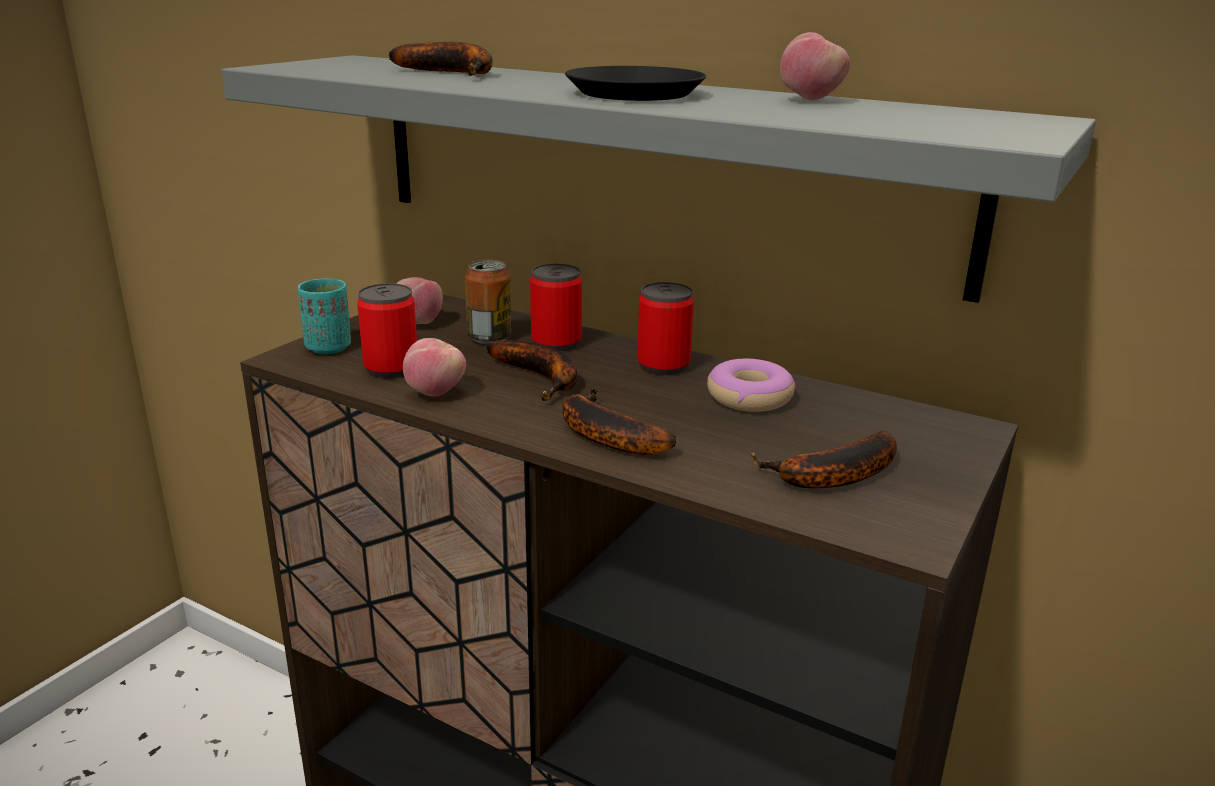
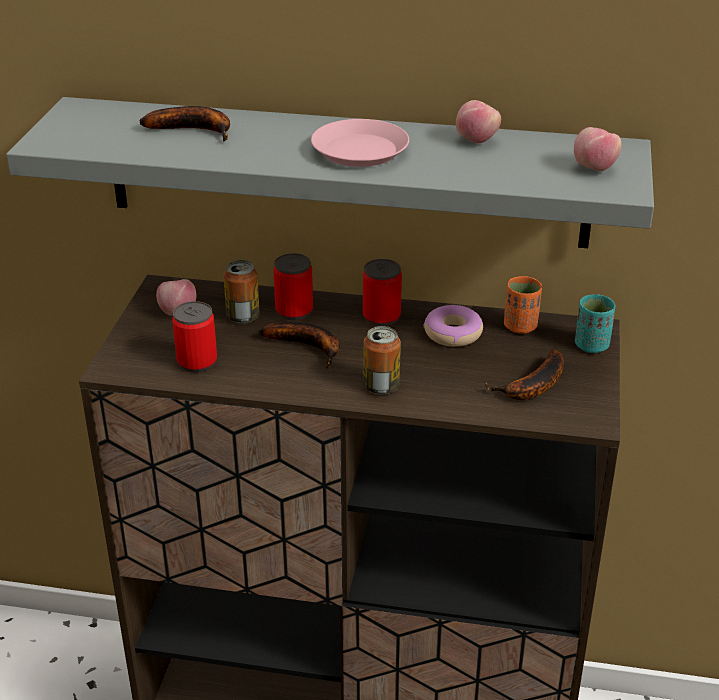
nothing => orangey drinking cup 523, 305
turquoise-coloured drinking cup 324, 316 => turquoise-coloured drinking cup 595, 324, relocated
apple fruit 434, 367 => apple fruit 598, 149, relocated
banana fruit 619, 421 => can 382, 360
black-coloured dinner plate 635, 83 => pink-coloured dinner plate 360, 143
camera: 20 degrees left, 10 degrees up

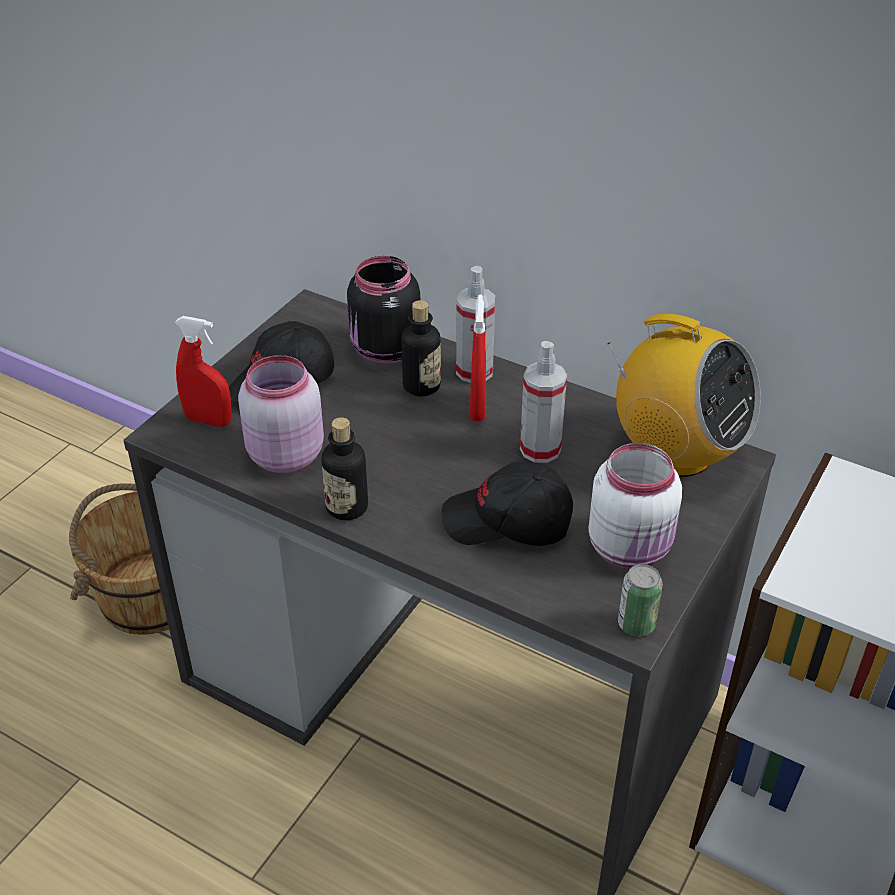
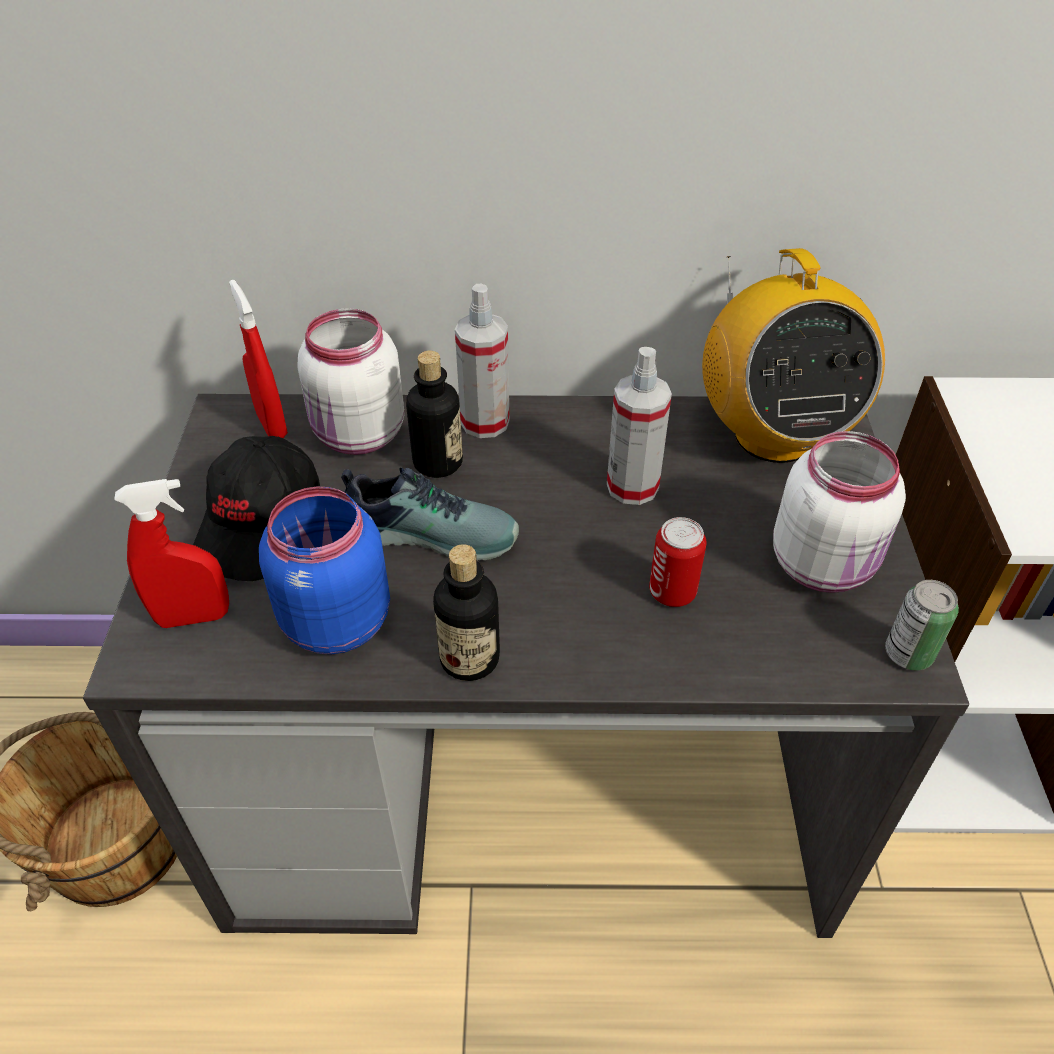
nothing => item of footwear 430, 514
reddish sprayer 478, 357 => reddish sprayer 258, 359, relocated
black-coloured baseball cap 507, 504 => can 678, 562
pink-coloured preserve jar 281, 414 => blue-coloured preserve jar 324, 570
black-coloured preserve jar 383, 310 => white-coloured preserve jar 350, 381
radio 684, 395 => radio 793, 355, 75 degrees clockwise
camera: 30 degrees left, 5 degrees up

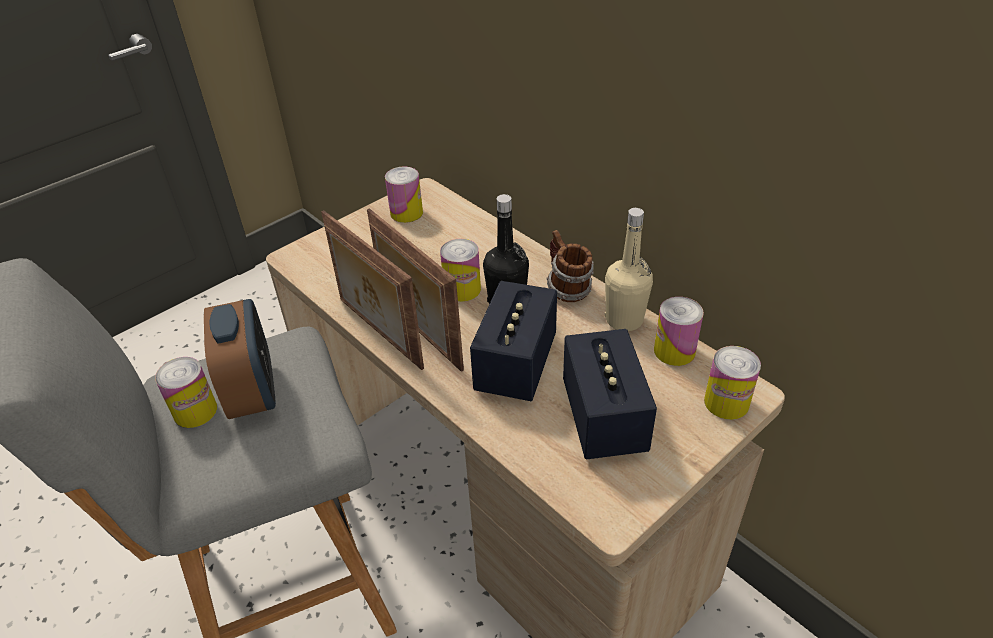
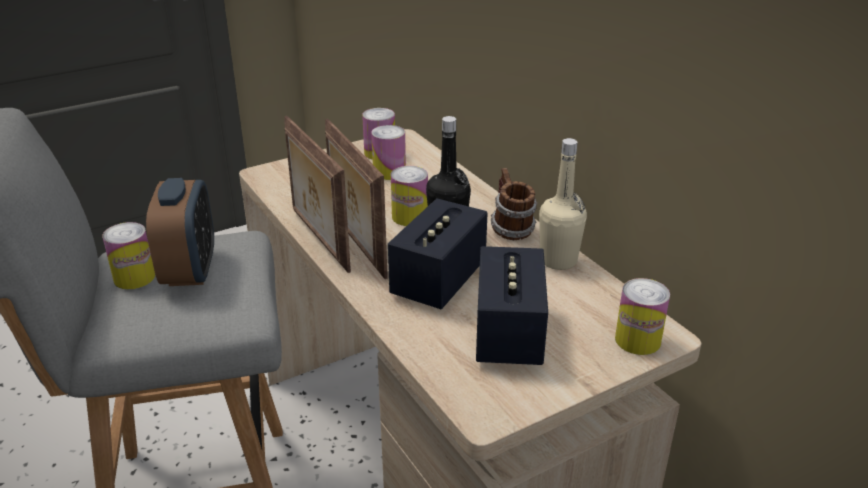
can 679, 331 => can 388, 152, relocated
camera: 10 degrees right, 10 degrees down

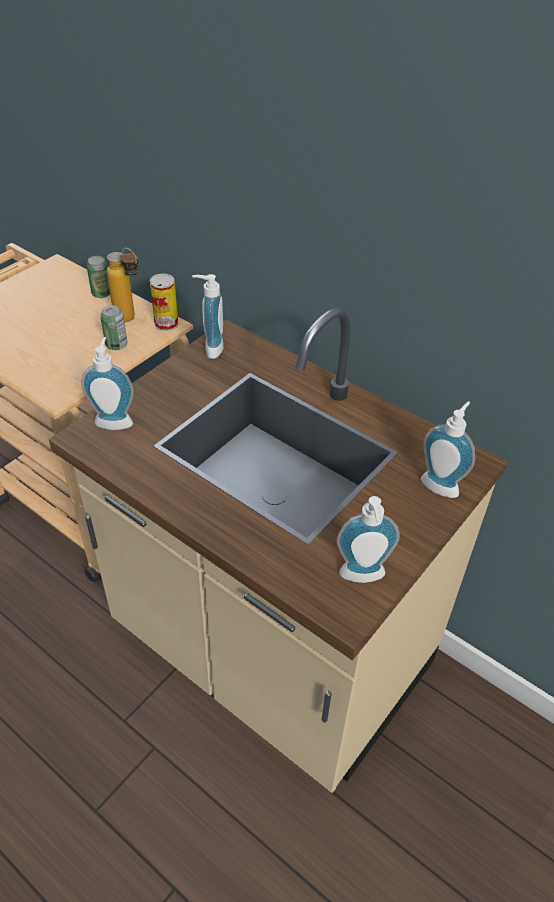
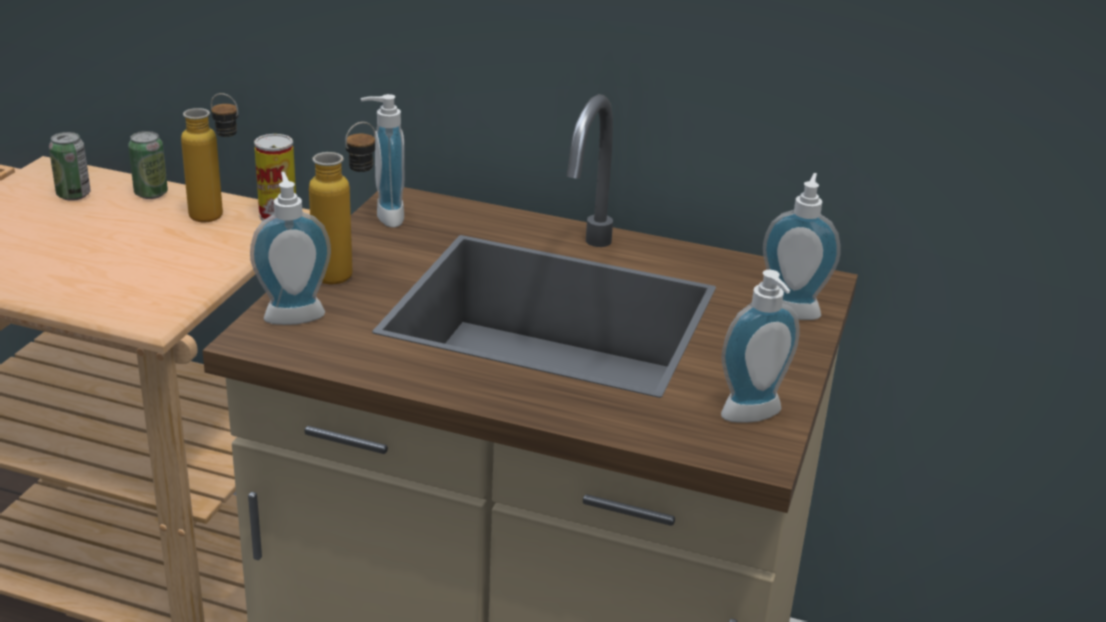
nothing => beverage bottle 342, 203
can 113, 327 => can 70, 166, relocated
camera: 20 degrees left, 15 degrees down

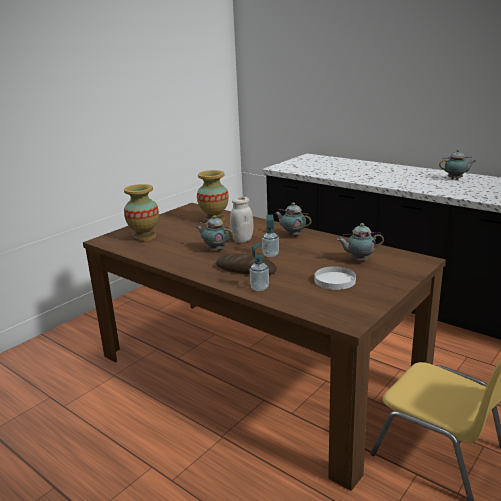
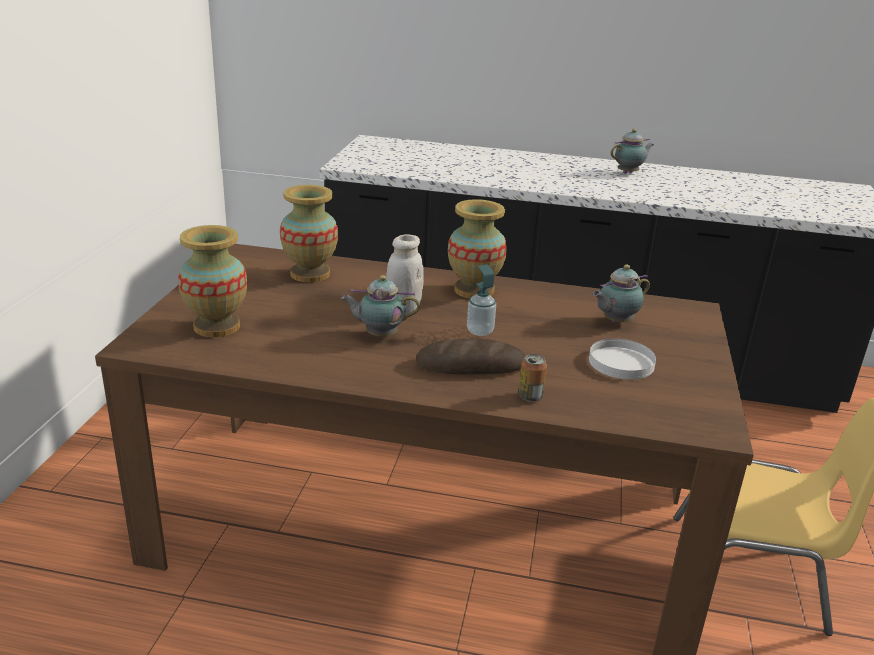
liquid soap bottle 259, 266 => can 532, 378
pot for tea 293, 220 => decorative vase 477, 248
camera: 30 degrees left, 5 degrees up

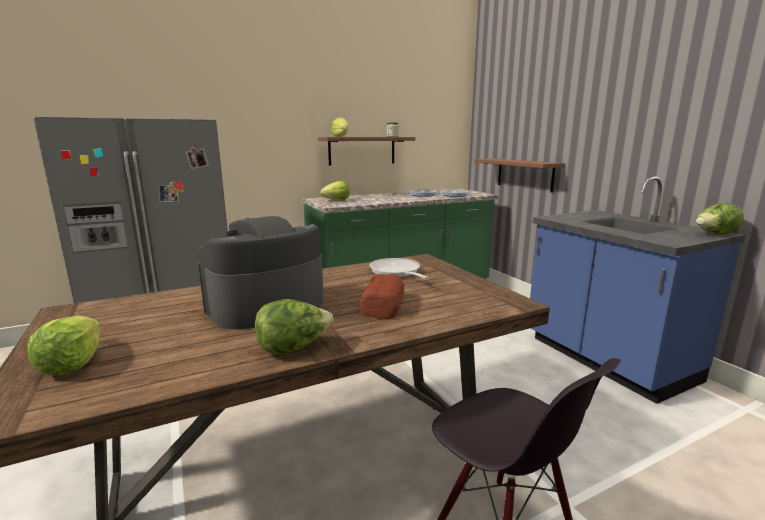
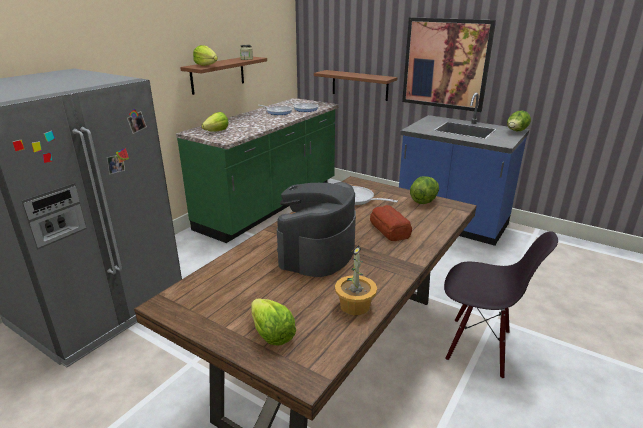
nothing => potted plant 356, 280
nothing => wall picture 449, 64
lettuce head 294, 327 => lettuce head 424, 190, relocated
camera: 30 degrees left, 10 degrees up

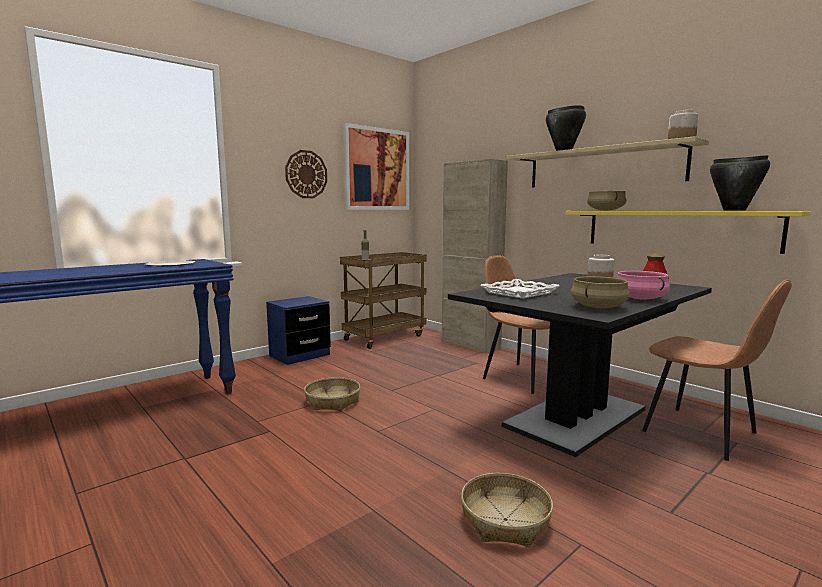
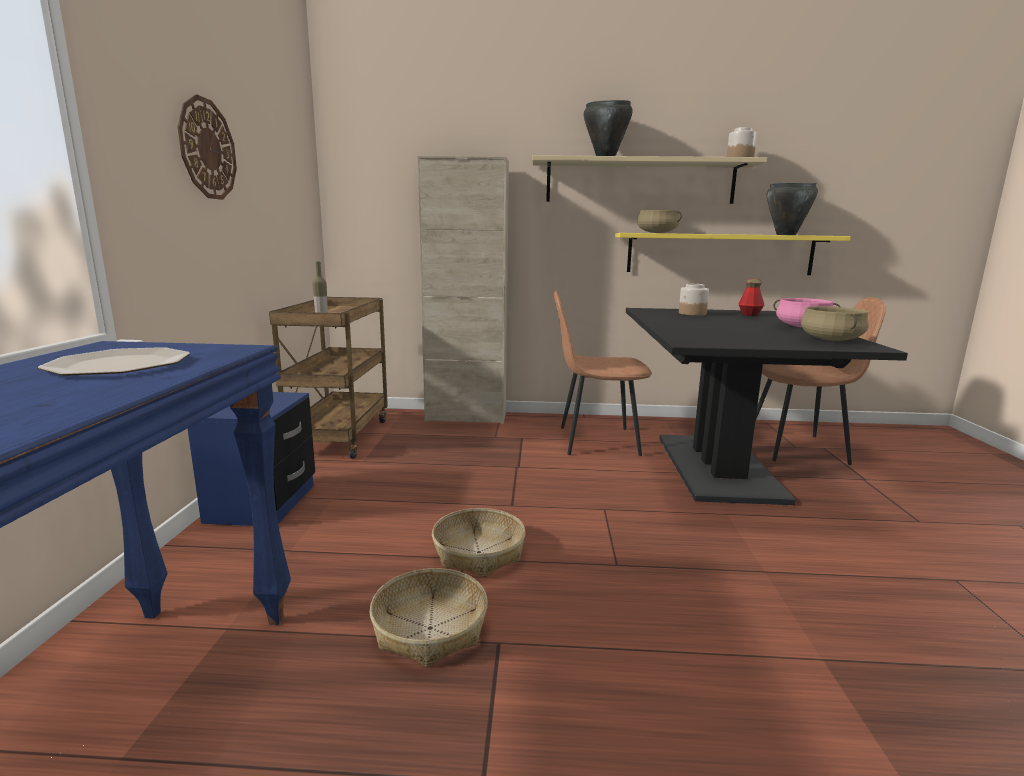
wall picture 376, 166 => nothing
white-coloured carrying tray 520, 289 => nothing
household basket 507, 510 => household basket 429, 617, relocated
camera: 45 degrees left, 5 degrees up

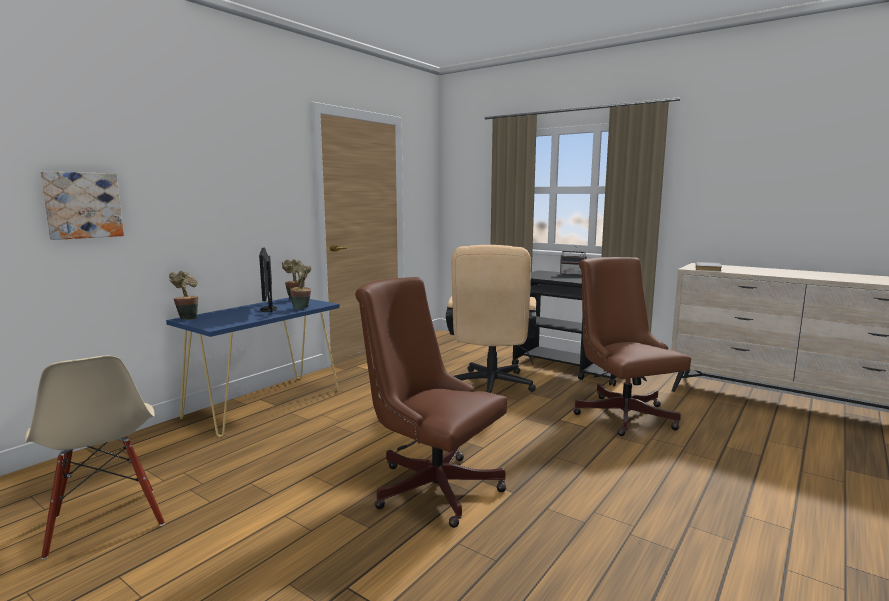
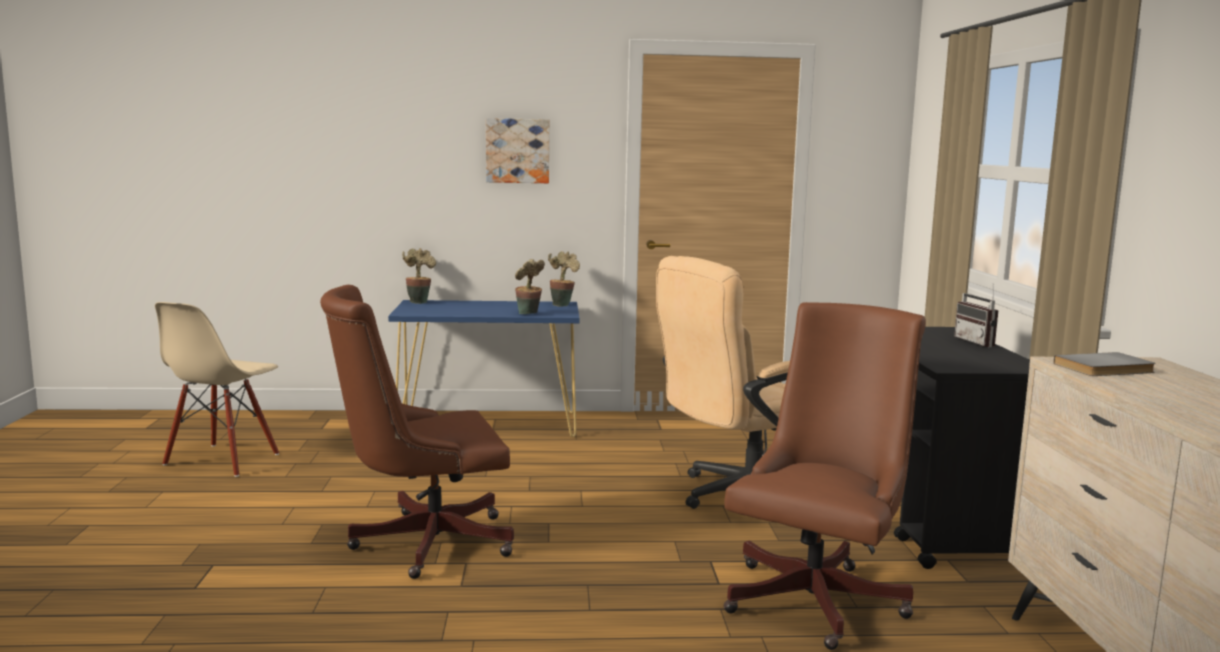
computer display 268, 280 => nothing
wall picture 82, 205 => wall picture 517, 150, relocated
brown-coloured office chair 431, 402 => brown-coloured office chair 417, 432, 105 degrees counterclockwise
camera: 50 degrees right, 0 degrees up

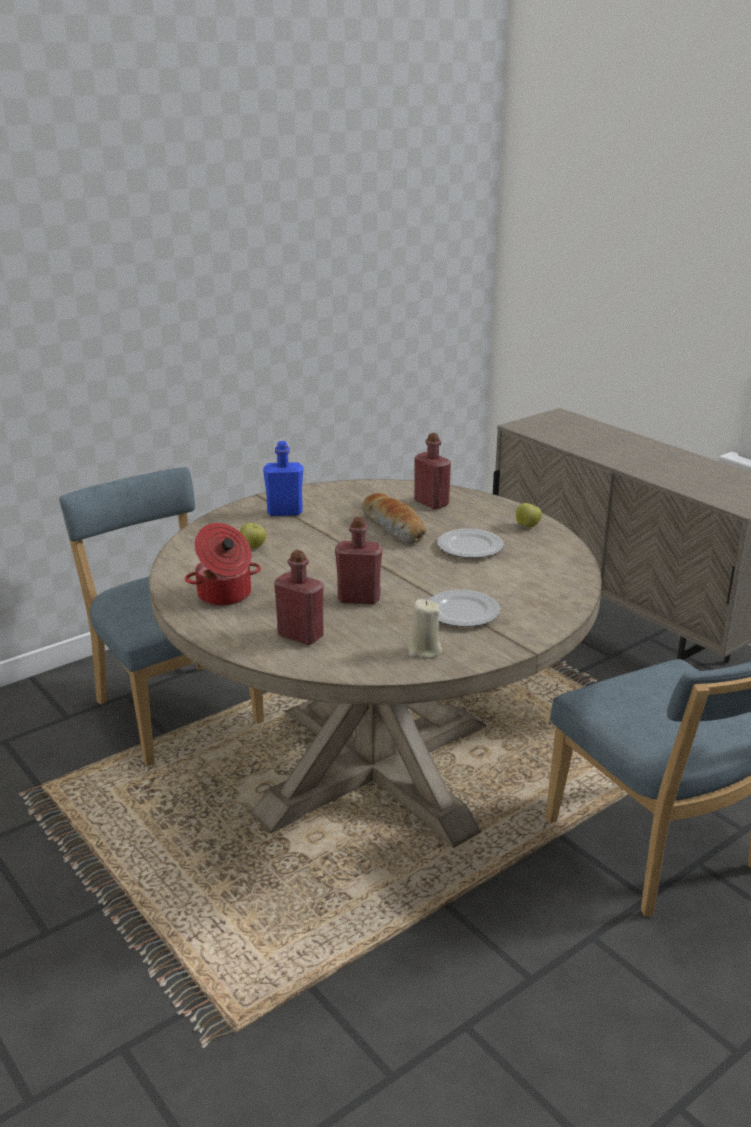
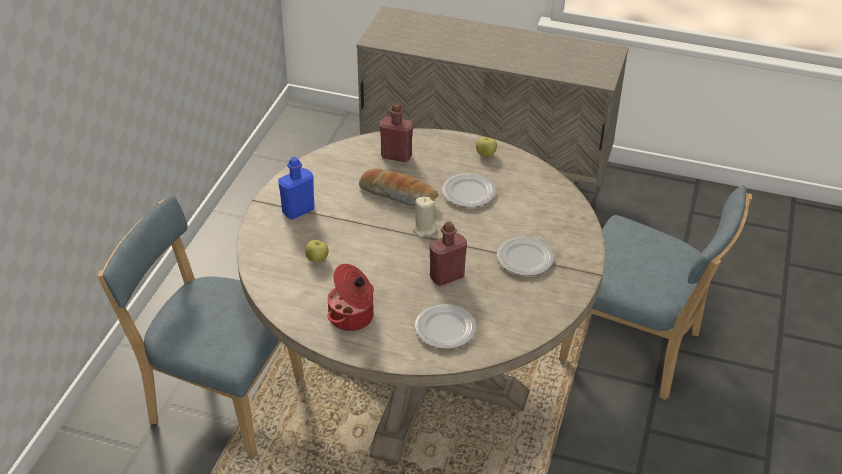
sand-coloured wax light 425, 629 => sand-coloured wax light 425, 217, relocated
reddish beverage bottle 299, 597 => dinner plate 445, 326
camera: 35 degrees left, 15 degrees up

